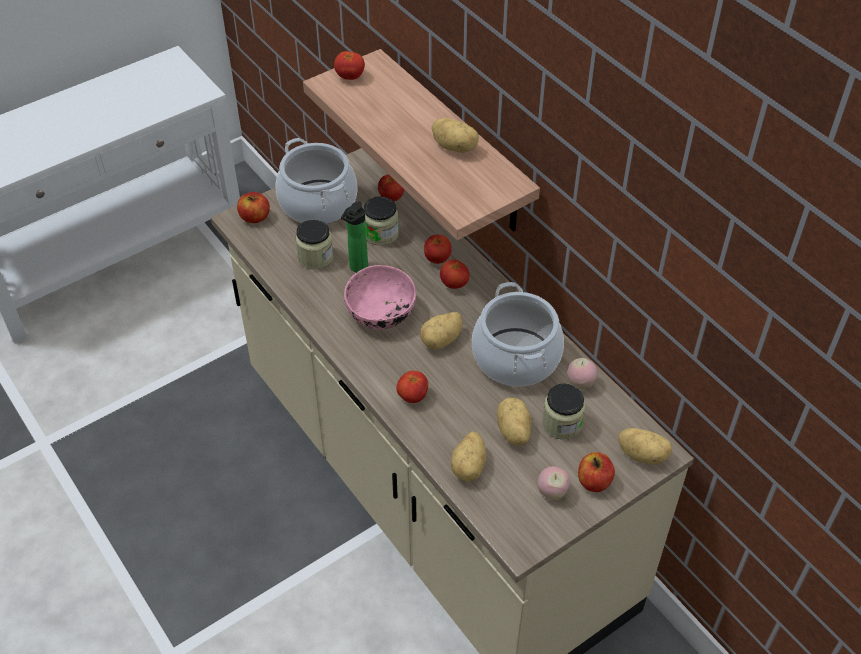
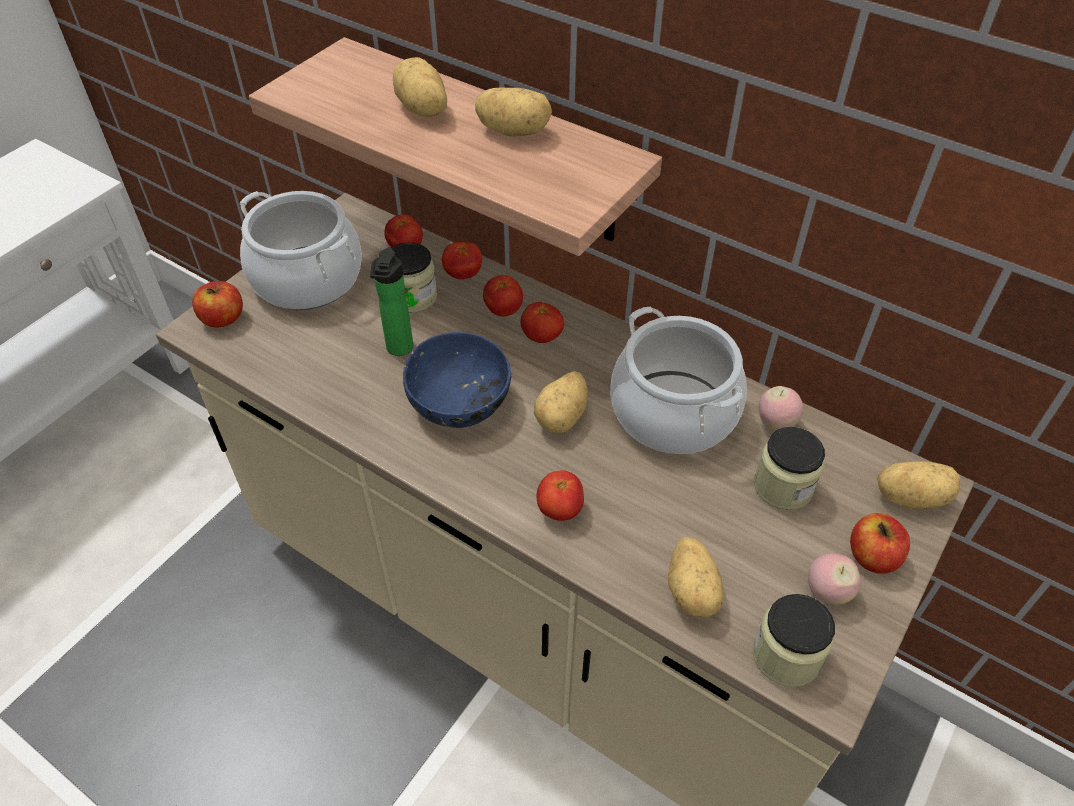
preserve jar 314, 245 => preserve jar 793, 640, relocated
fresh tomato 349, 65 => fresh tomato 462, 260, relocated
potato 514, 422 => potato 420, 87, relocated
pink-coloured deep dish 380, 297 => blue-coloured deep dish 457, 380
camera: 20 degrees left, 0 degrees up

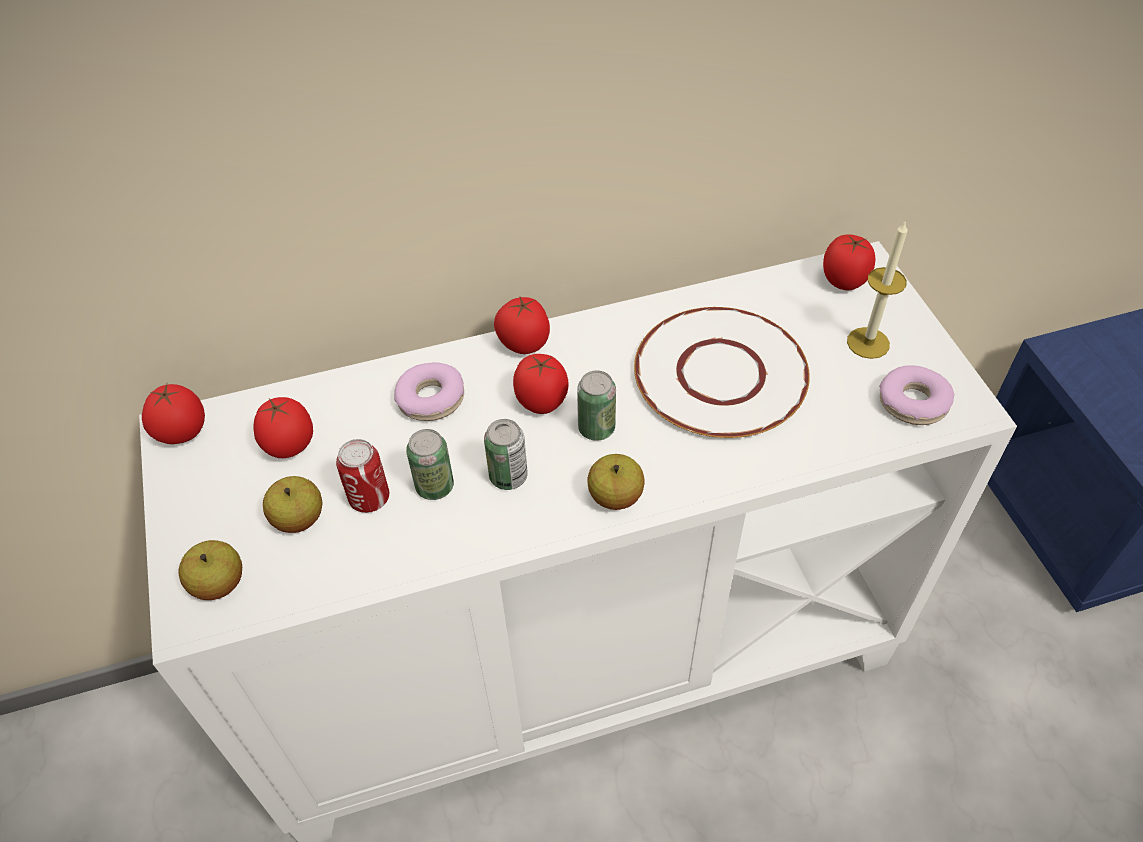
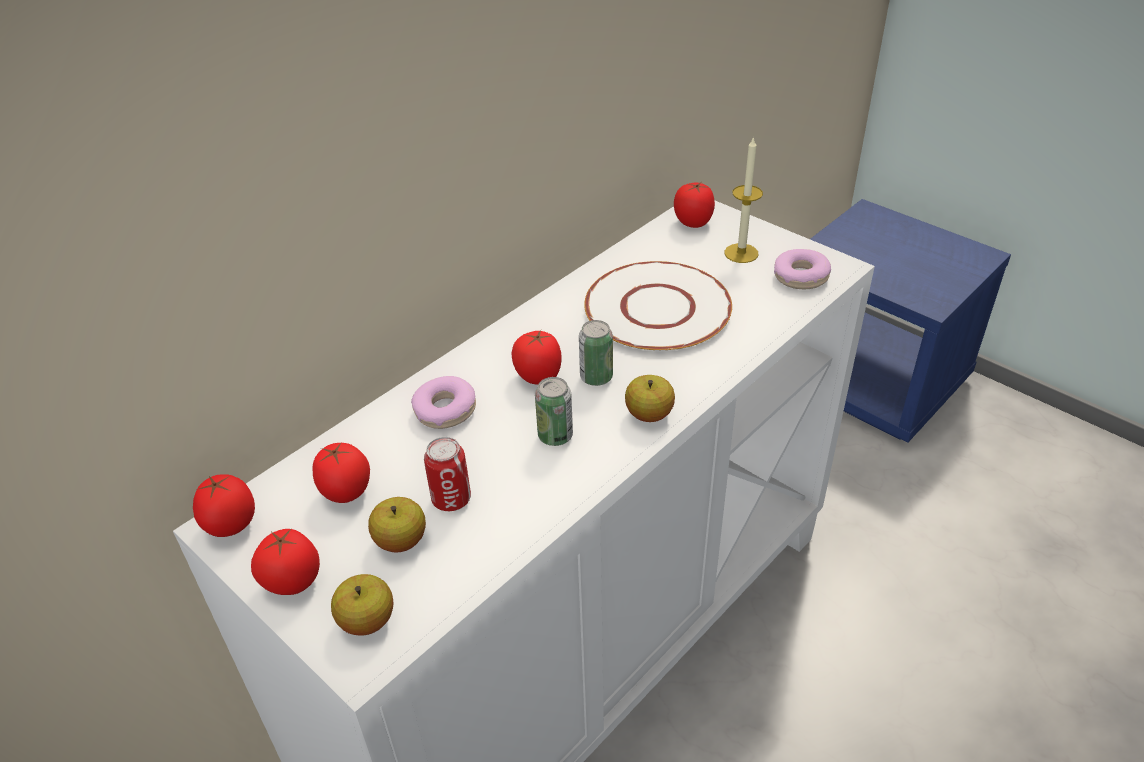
can 430, 464 => nothing
fresh tomato 522, 325 => fresh tomato 285, 561, relocated
camera: 30 degrees left, 10 degrees down

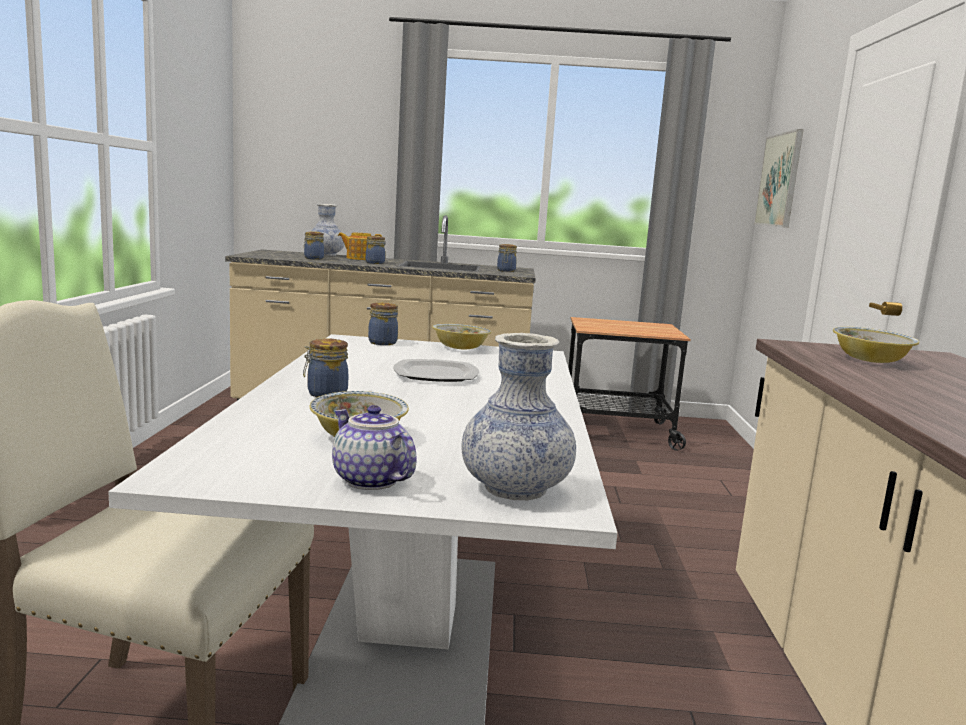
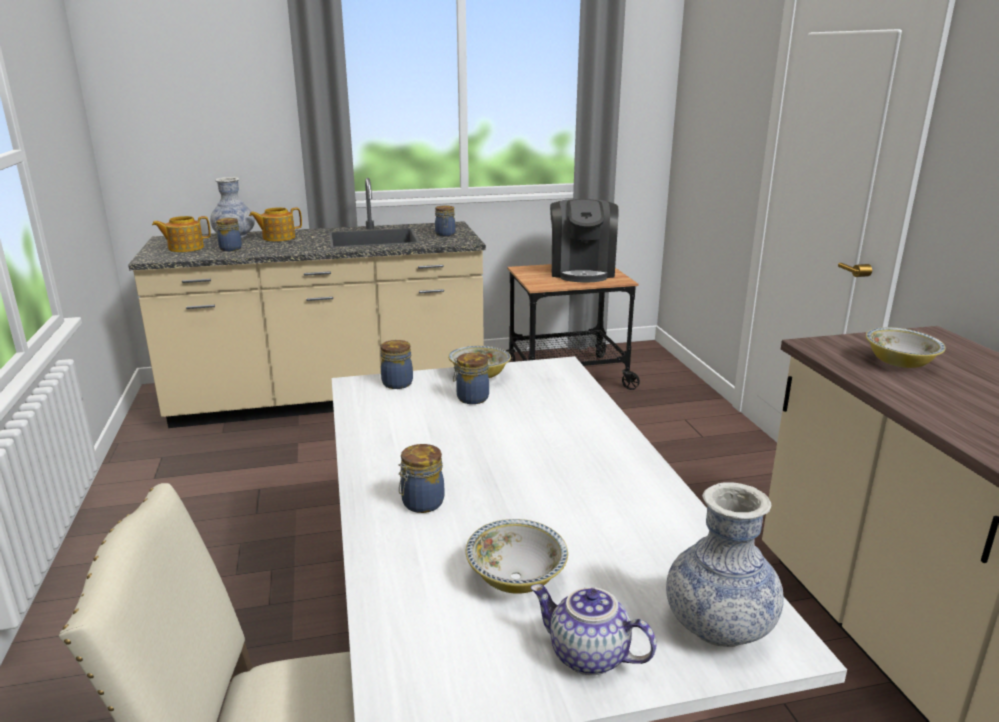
dinner plate 436, 370 => nothing
wall picture 778, 178 => nothing
nothing => pot for tea 181, 234
nothing => coffee machine 584, 241
preserve jar 375, 250 => preserve jar 471, 378, relocated
camera: 15 degrees left, 10 degrees up

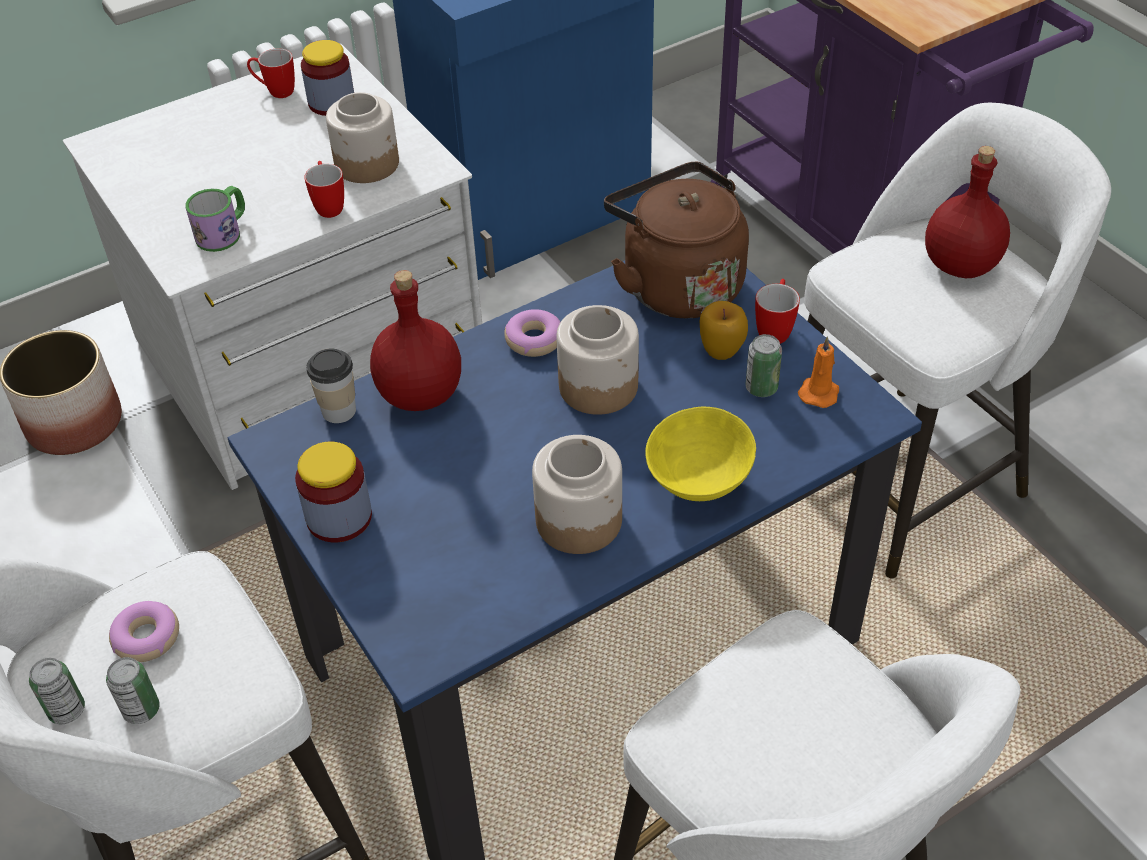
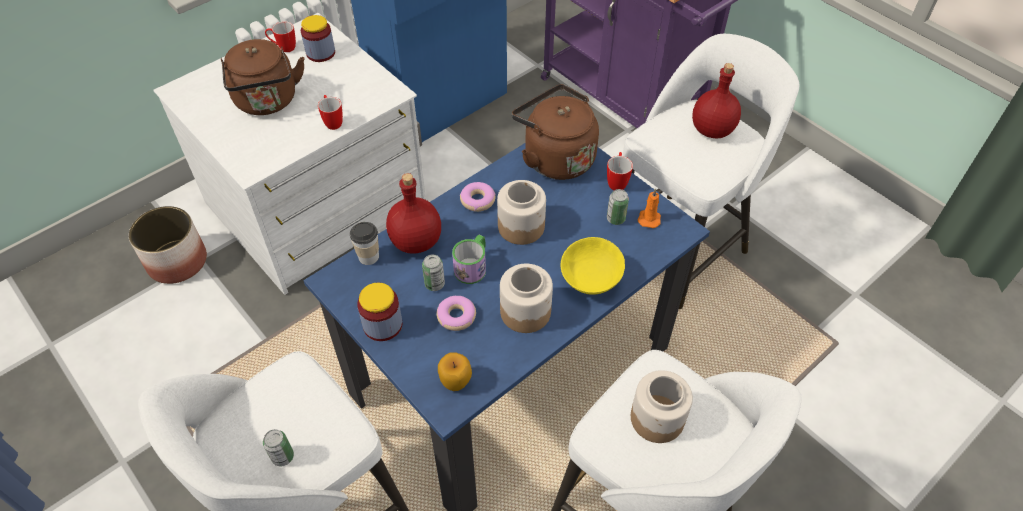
nothing => brown-coloured kettle 262, 77
can 57, 691 => can 433, 272, relocated
ring doughnut 144, 631 => ring doughnut 456, 313, relocated
mug 215, 219 => mug 469, 259, relocated
preserve jar 362, 137 => preserve jar 662, 406, relocated
apple fruit 724, 330 => apple fruit 455, 371, relocated
camera: 10 degrees left, 5 degrees up

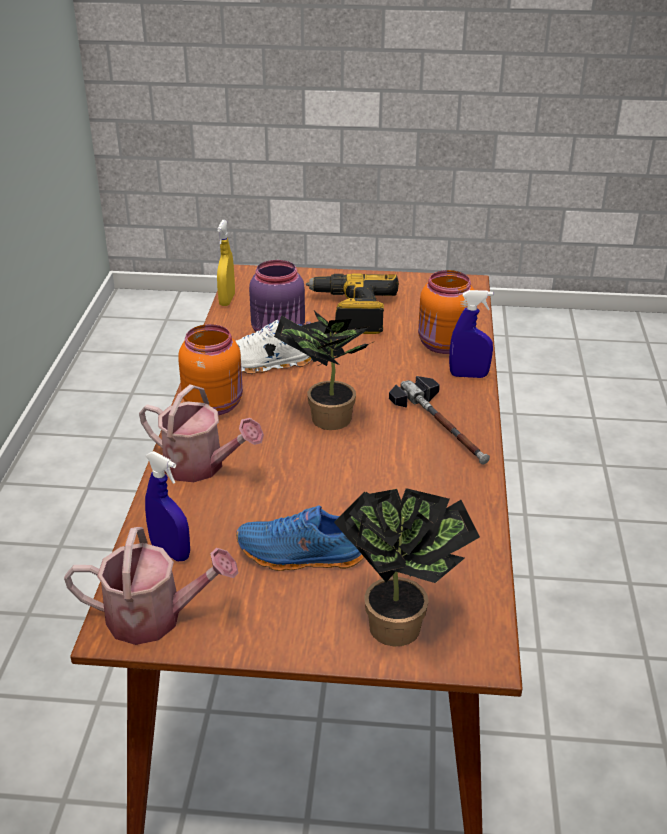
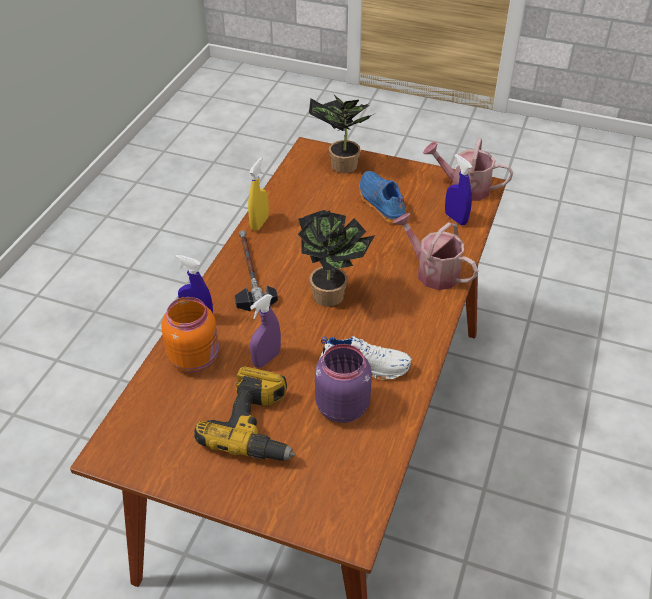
orangey preserve jar 210, 369 => nothing
nothing => purplish sprayer 265, 331
yellow-coloured sprayer 226, 263 => yellow-coloured sprayer 258, 194, relocated
blue-coloured item of footwear 300, 538 => blue-coloured item of footwear 382, 197, 135 degrees counterclockwise
camera: 165 degrees left, 10 degrees up

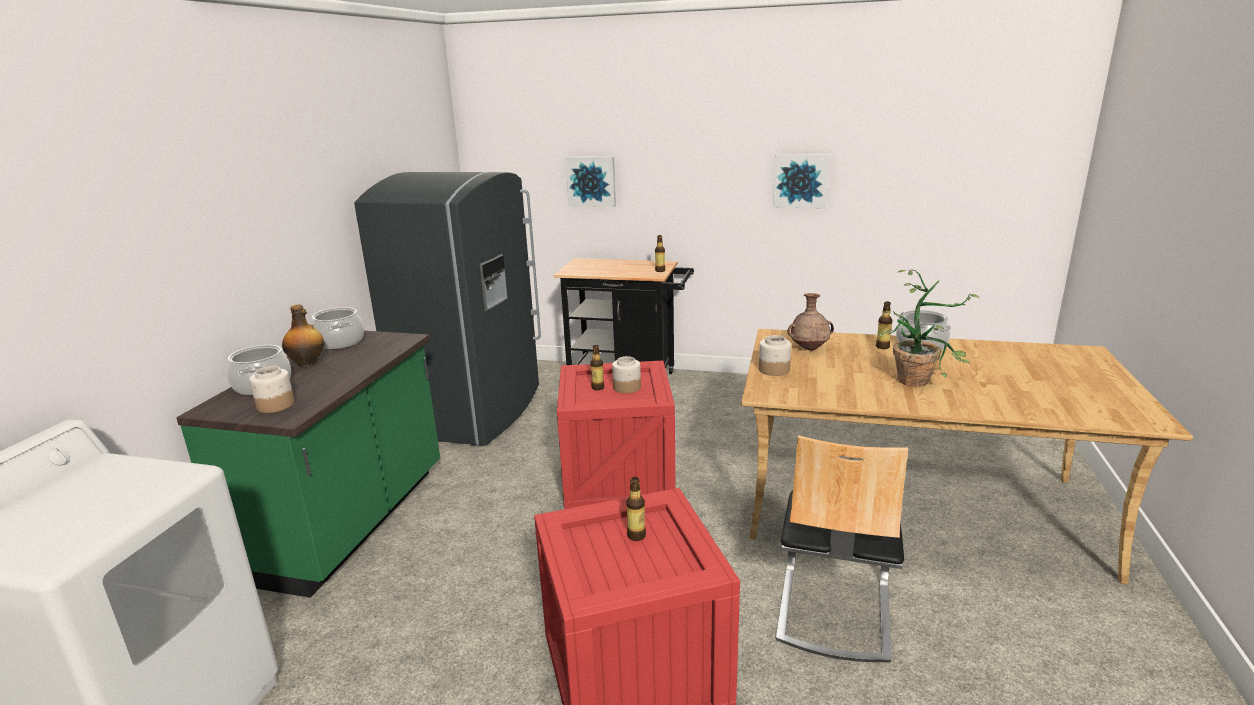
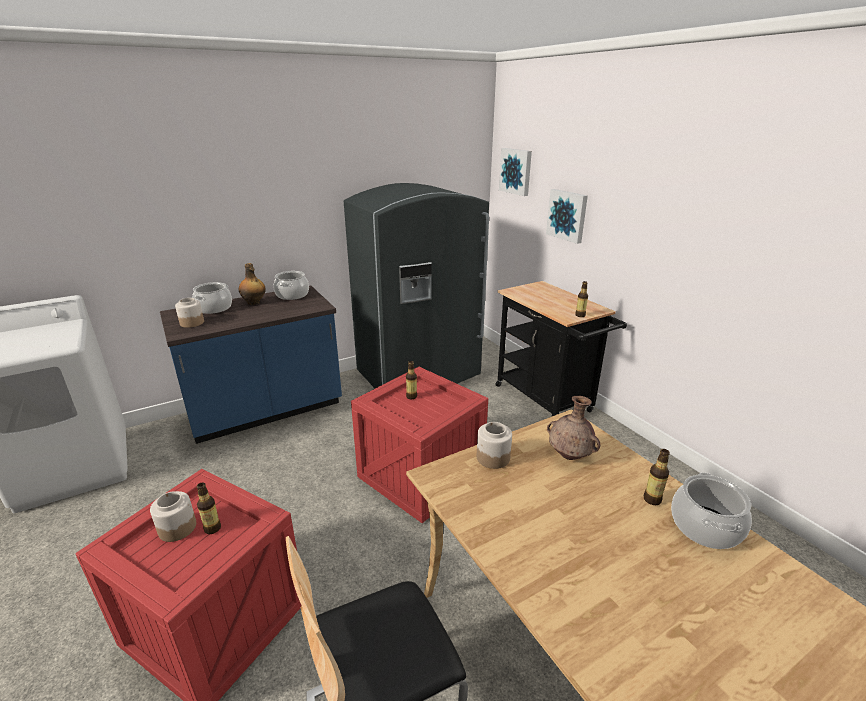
potted plant 929, 328 => nothing
preserve jar 626, 374 => preserve jar 173, 516, relocated
wall picture 801, 181 => wall picture 515, 172, relocated
green-coloured kitchen base unit 308, 464 => blue-coloured kitchen base unit 251, 364
camera: 45 degrees right, 5 degrees up

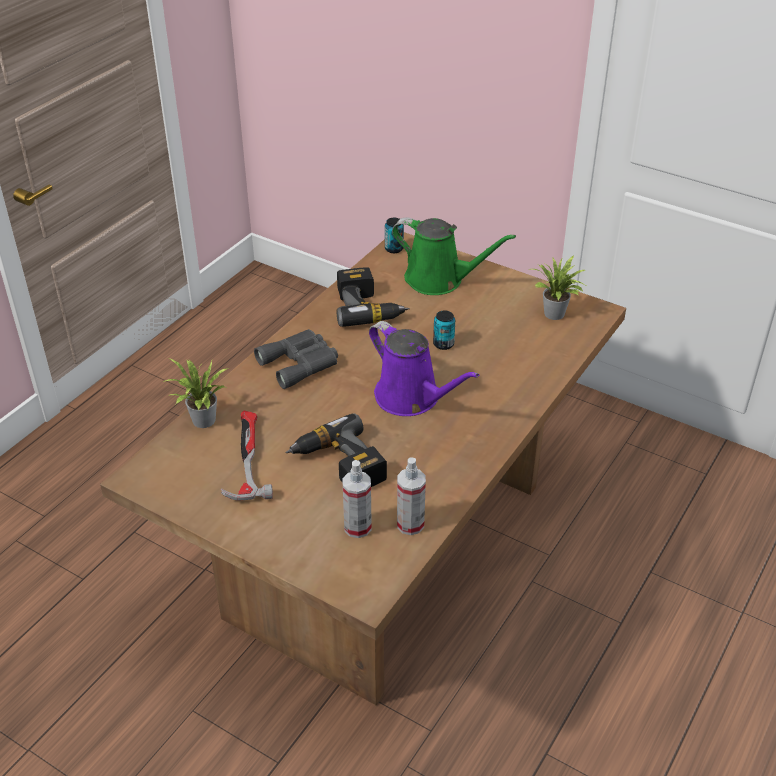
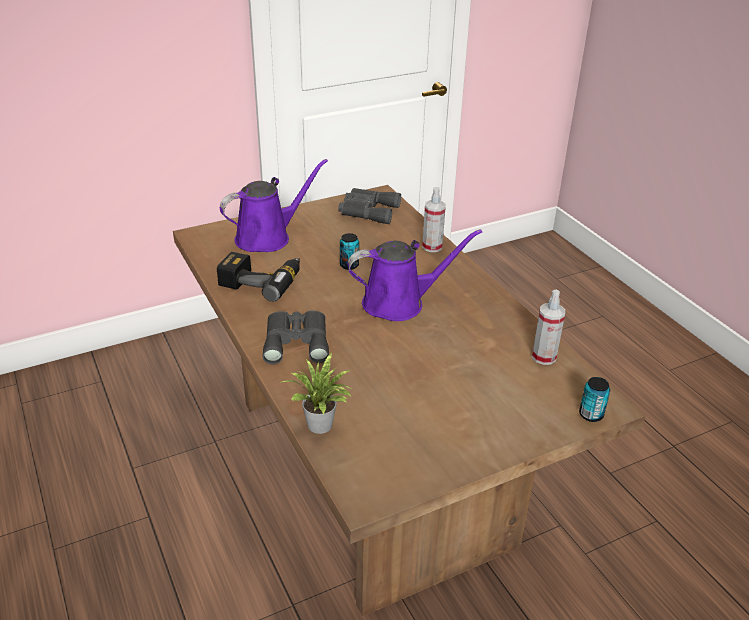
hammer 246, 456 => nothing
drill 336, 450 => nothing
sprayer 357, 499 => sprayer 434, 219, relocated
can 394, 235 => can 594, 399, relocated
potted plant 559, 287 => grey field glasses 369, 206
green-coloured watering pot 454, 256 => purplish watering pot 274, 205
camera: 60 degrees left, 5 degrees down

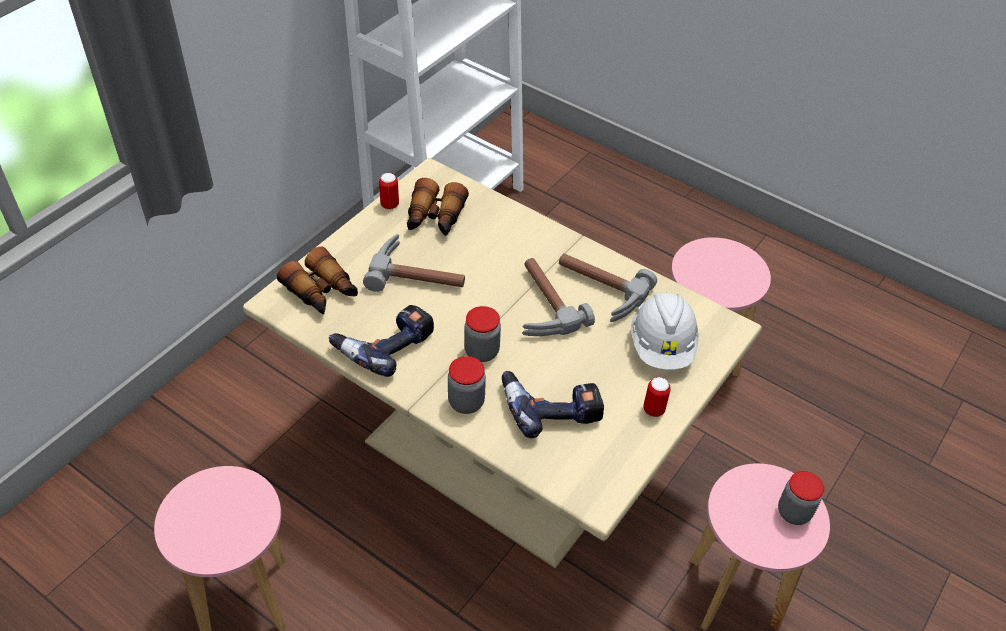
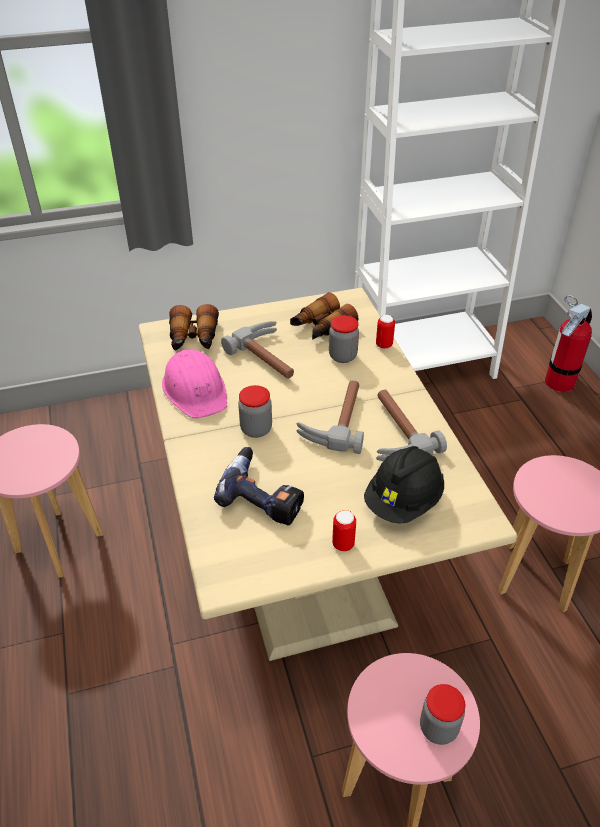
nothing => extinguisher 568, 343
can 389, 191 => can 385, 332, relocated
preserve jar 467, 385 => preserve jar 344, 339, relocated
drill 381, 341 => pink-coloured hard hat 194, 383
white-coloured hard hat 665, 331 => black-coloured hard hat 404, 485
camera: 40 degrees right, 5 degrees down

